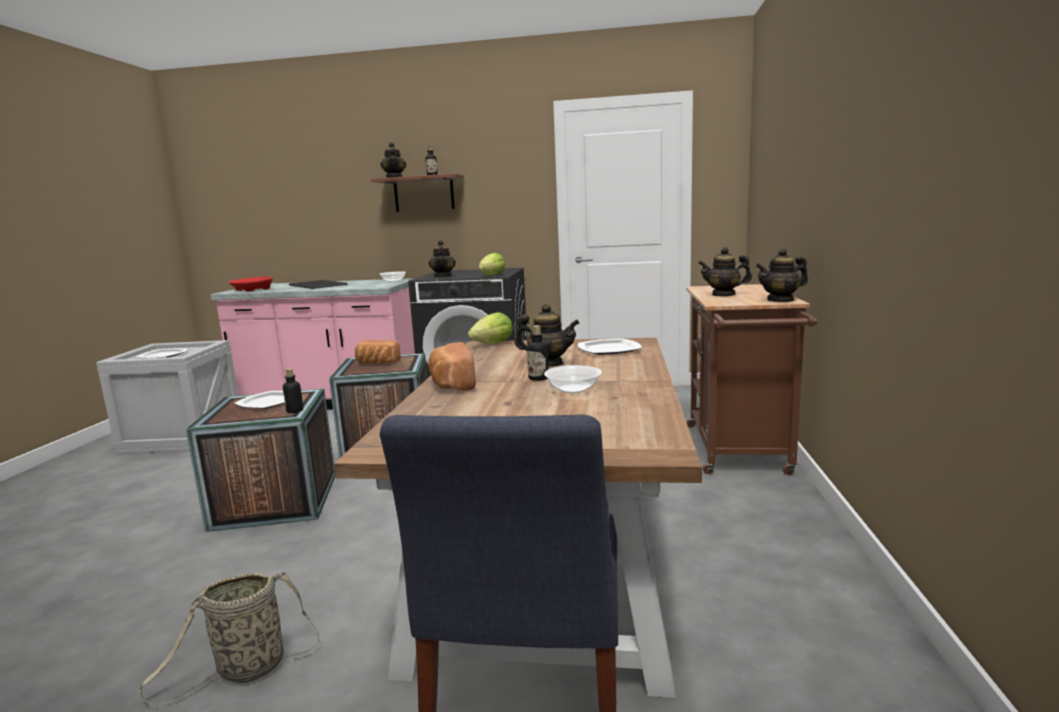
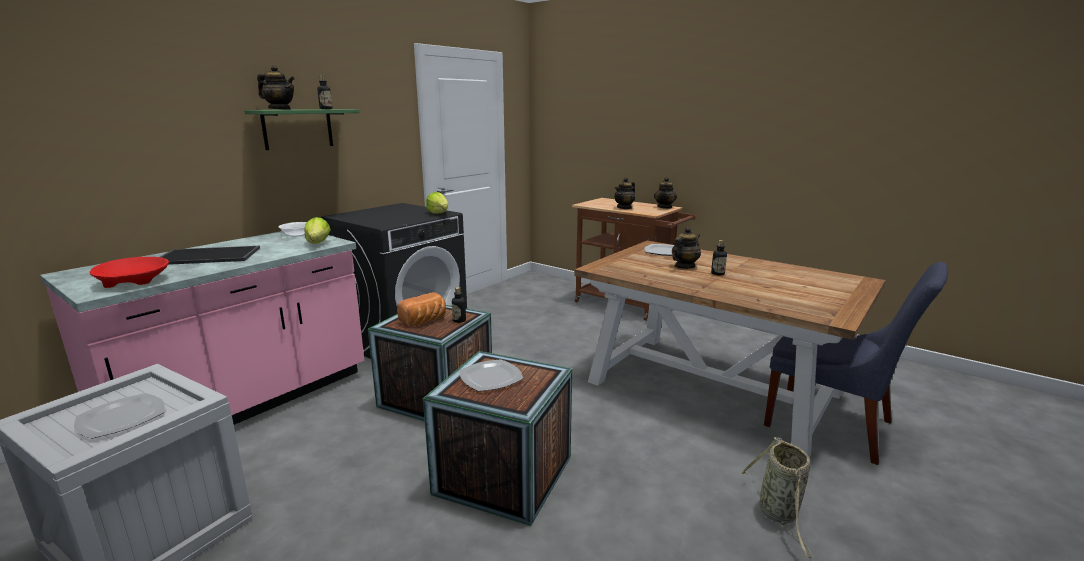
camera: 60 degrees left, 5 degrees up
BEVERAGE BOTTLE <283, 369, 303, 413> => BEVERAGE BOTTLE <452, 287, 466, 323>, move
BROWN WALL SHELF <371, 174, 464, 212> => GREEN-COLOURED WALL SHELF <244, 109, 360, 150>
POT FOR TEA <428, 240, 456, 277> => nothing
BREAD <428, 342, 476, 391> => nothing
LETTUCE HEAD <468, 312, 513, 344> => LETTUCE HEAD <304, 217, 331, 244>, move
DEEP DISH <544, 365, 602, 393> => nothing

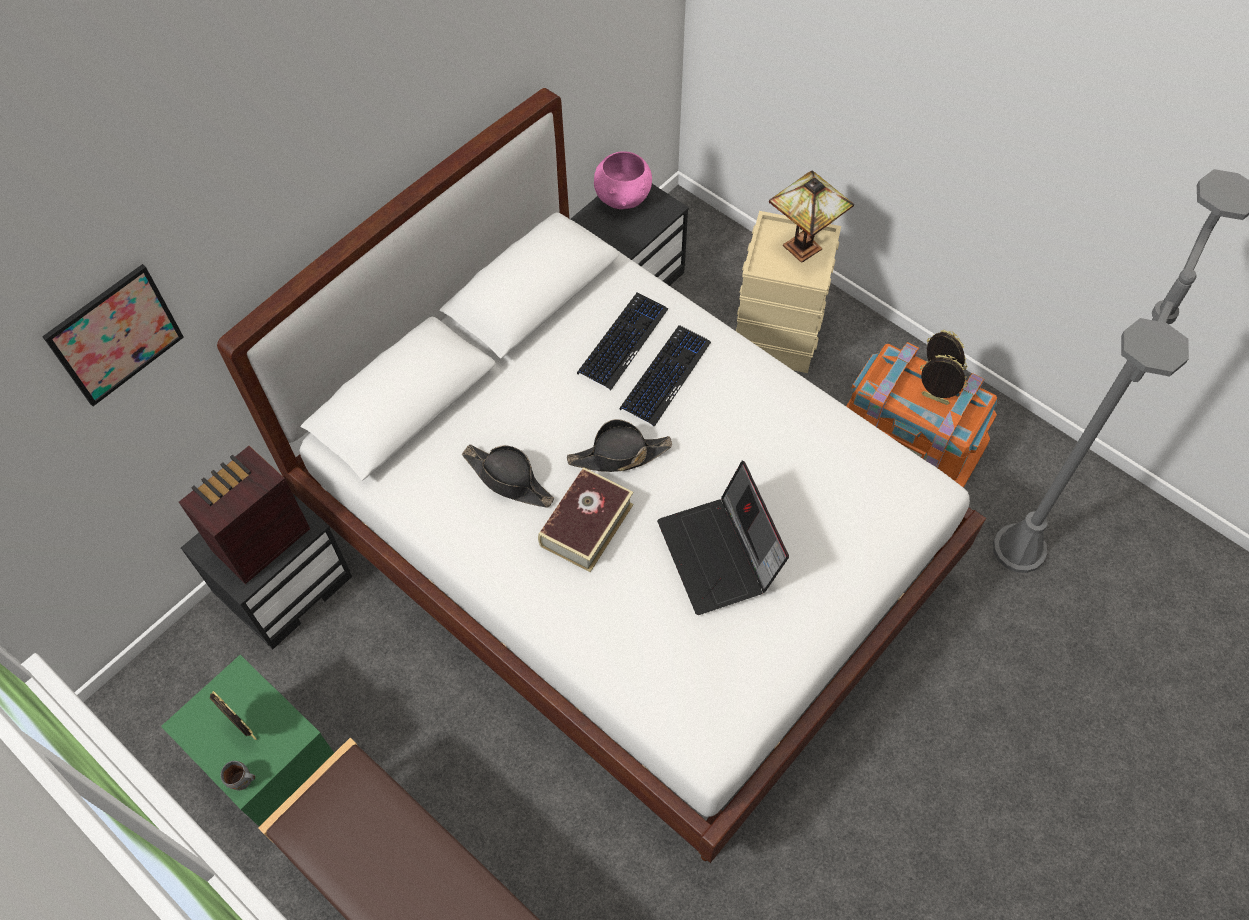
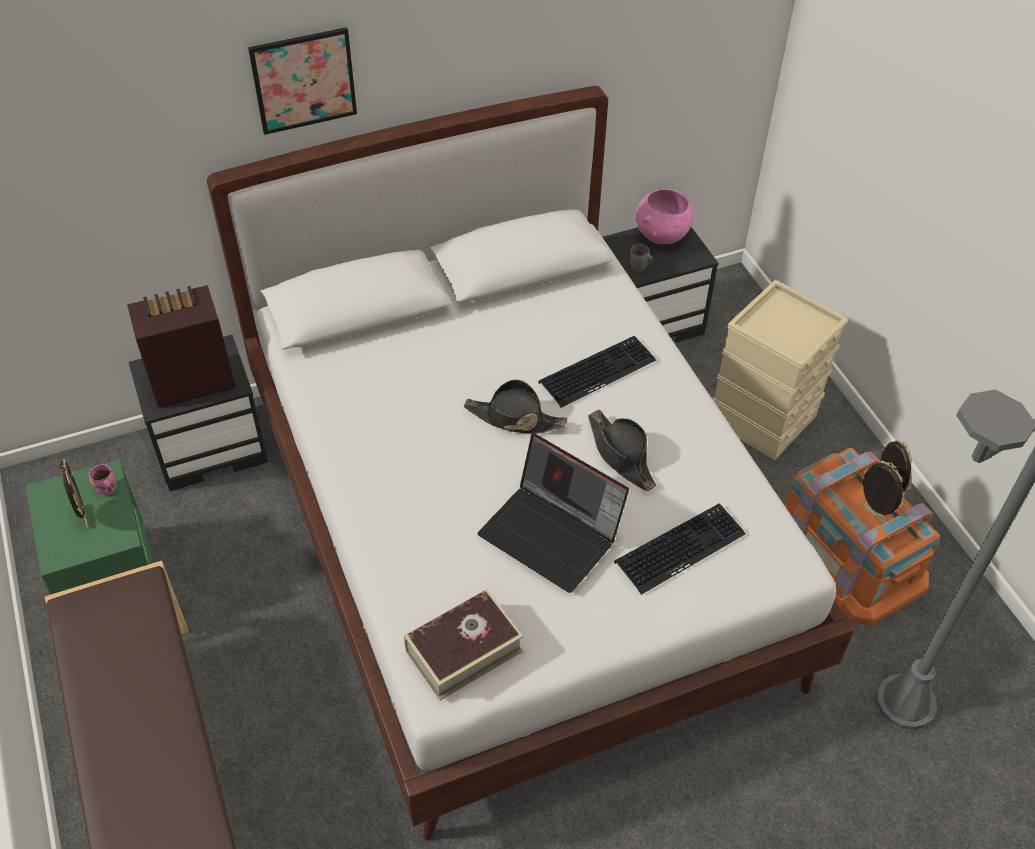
camera: 25 degrees right, 10 degrees down
WALL PICTURE <42, 264, 184, 406> => WALL PICTURE <248, 27, 357, 135>, move
GRAY COFFEE MUG <220, 761, 255, 790> => GRAY COFFEE MUG <630, 244, 653, 271>, move
BLACKISH CLOTHING HAT <462, 444, 554, 508> => BLACKISH CLOTHING HAT <588, 409, 656, 491>, move
BOUND BOOK <538, 467, 633, 572> => BOUND BOOK <404, 589, 523, 701>, move
COMPUTER KEYBOARD <577, 292, 668, 390> => COMPUTER KEYBOARD <614, 503, 745, 595>, move
LAPTOP <657, 461, 789, 615> => LAPTOP <478, 433, 629, 593>, 60 degrees counterclockwise
TABLETOP LAMP <769, 171, 854, 263> => nothing
nothing => PINK COFFEE MUG <89, 464, 117, 496>

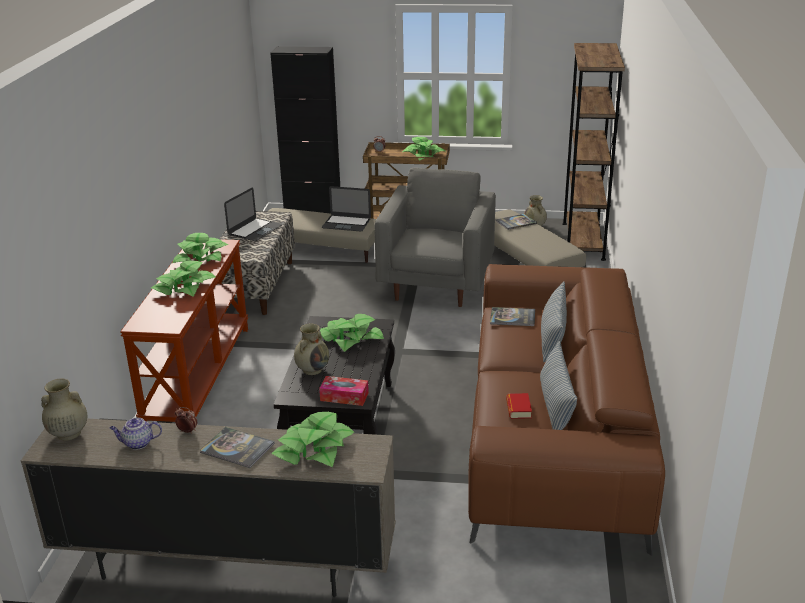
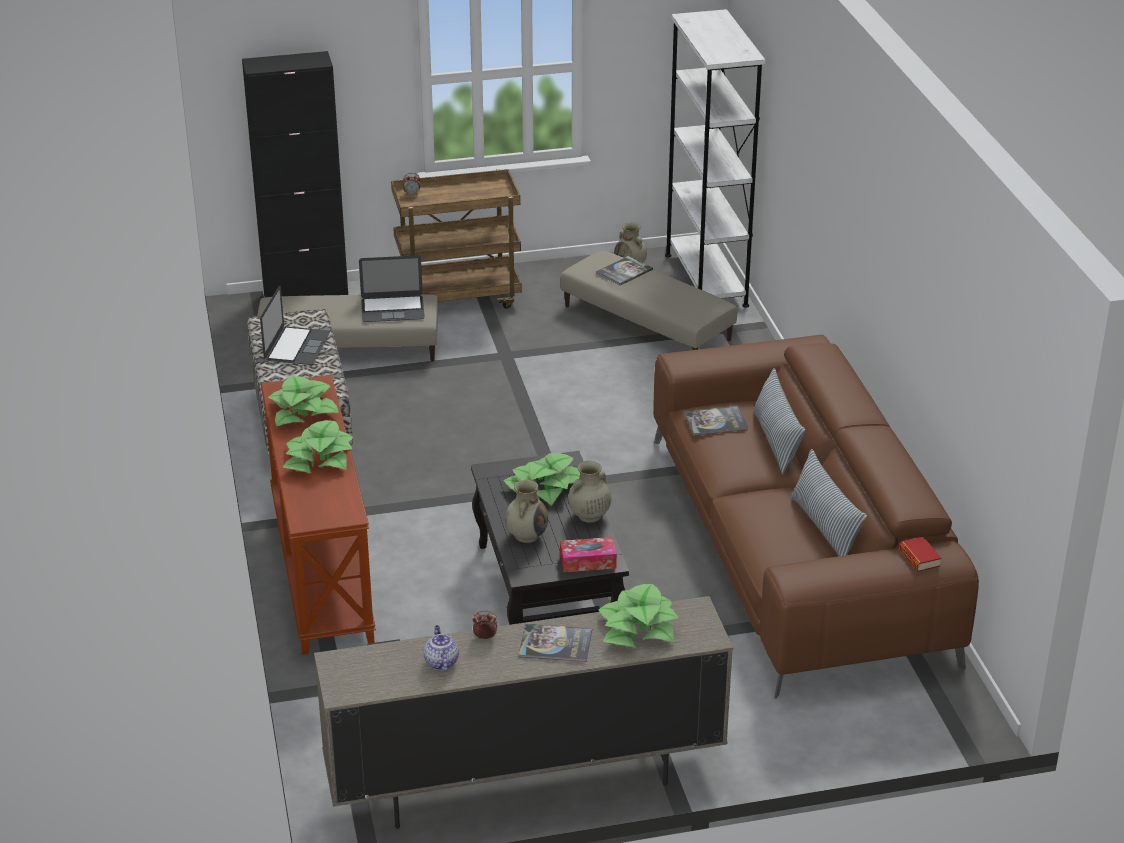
camera: 20 degrees left, 5 degrees up
SAND-COLOURED DECORATIVE VASE <41, 379, 87, 441> => SAND-COLOURED DECORATIVE VASE <568, 461, 611, 523>, move
POT FOR TEA <110, 418, 162, 450> => POT FOR TEA <424, 625, 459, 672>, 105 degrees clockwise
GRAY EASY CHAIR <374, 168, 496, 307> => nothing
POTTED PLANT <403, 137, 445, 160> => nothing
BOUND BOOK <506, 393, 532, 419> => BOUND BOOK <899, 537, 941, 571>, move
BROWN SHELVING UNIT <562, 43, 625, 261> => WHITISH SHELVING UNIT <665, 9, 765, 308>

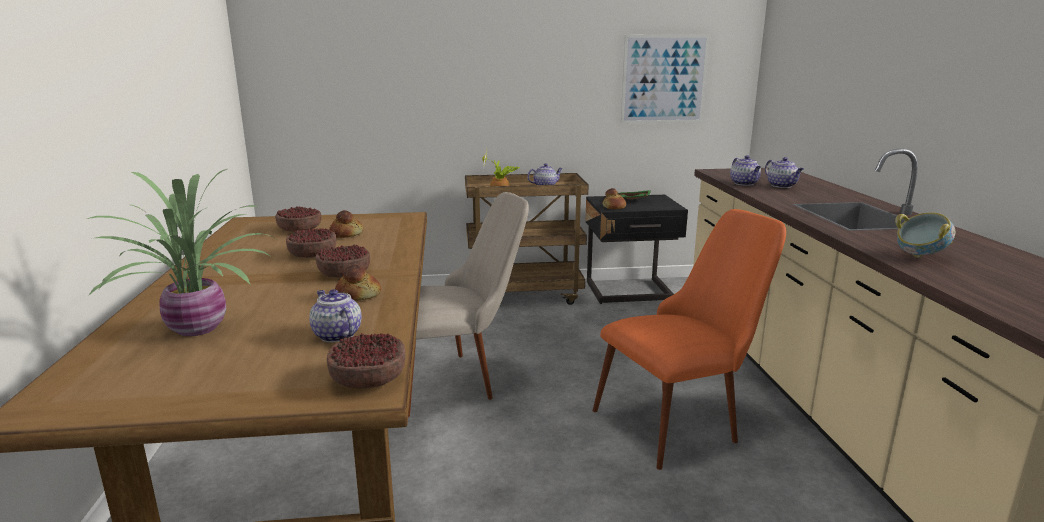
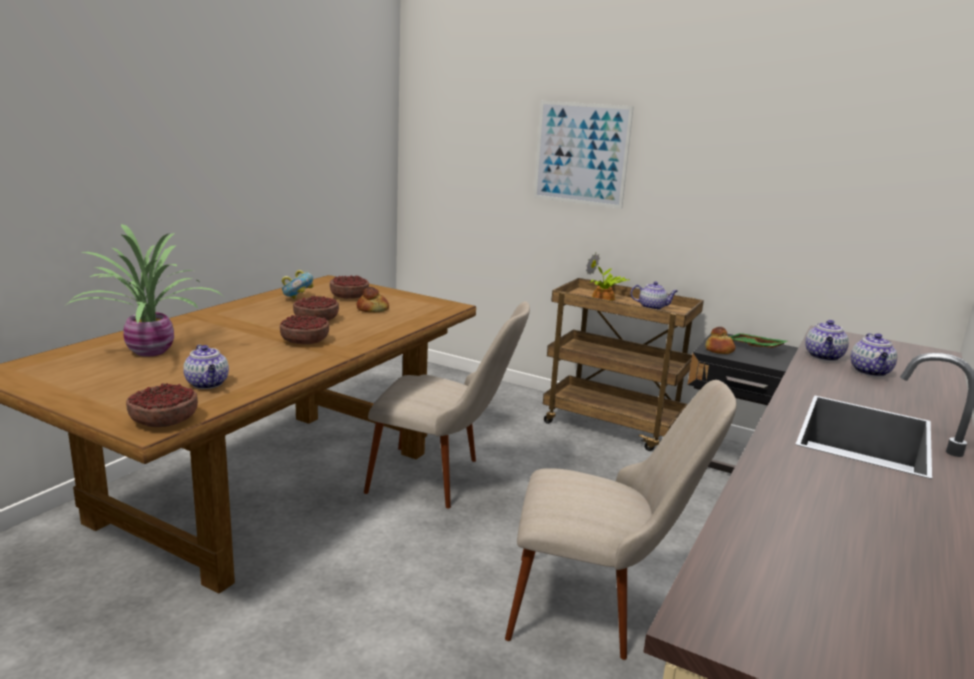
camera: 35 degrees right, 0 degrees up
POT FOR TEA <309, 289, 362, 342> => POT FOR TEA <183, 344, 229, 389>, 150 degrees clockwise
BREAD <335, 264, 381, 301> => nothing
ORANGEY UPRIGHT CHAIR <593, 209, 786, 470> => SAND-COLOURED UPRIGHT CHAIR <505, 380, 737, 660>
WALL PICTURE <621, 35, 709, 123> => WALL PICTURE <534, 101, 634, 209>, move
DEEP DISH <895, 212, 955, 258> => DEEP DISH <281, 270, 314, 299>, move

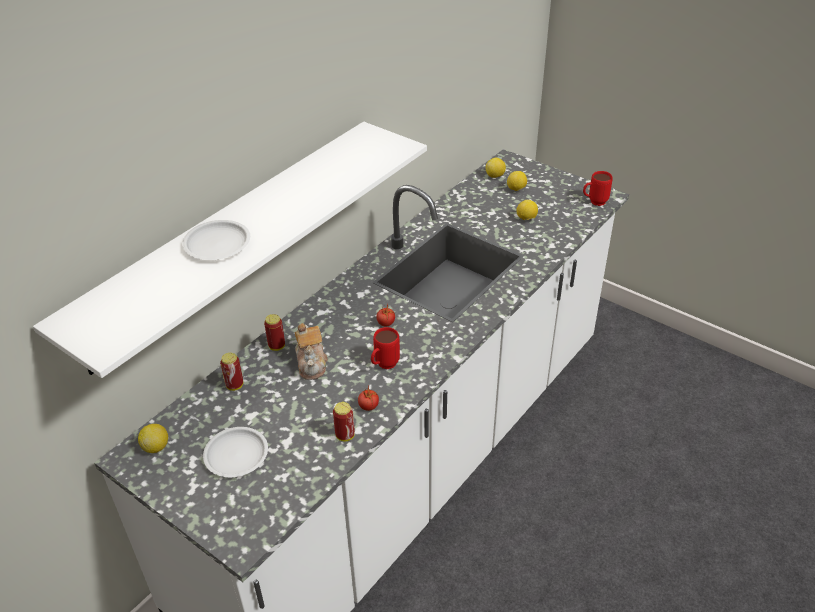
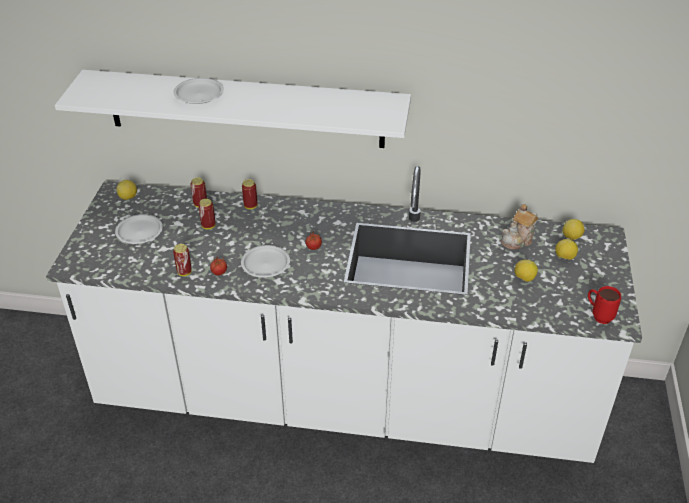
camera: 60 degrees right, 0 degrees up
POT FOR TEA <295, 323, 328, 380> => POT FOR TEA <501, 204, 538, 250>, move
RED-COLOURED COFFEE MUG <371, 327, 400, 369> => WHITISH DINNER PLATE <241, 245, 290, 278>
nothing => METAL CAN <198, 199, 216, 230>

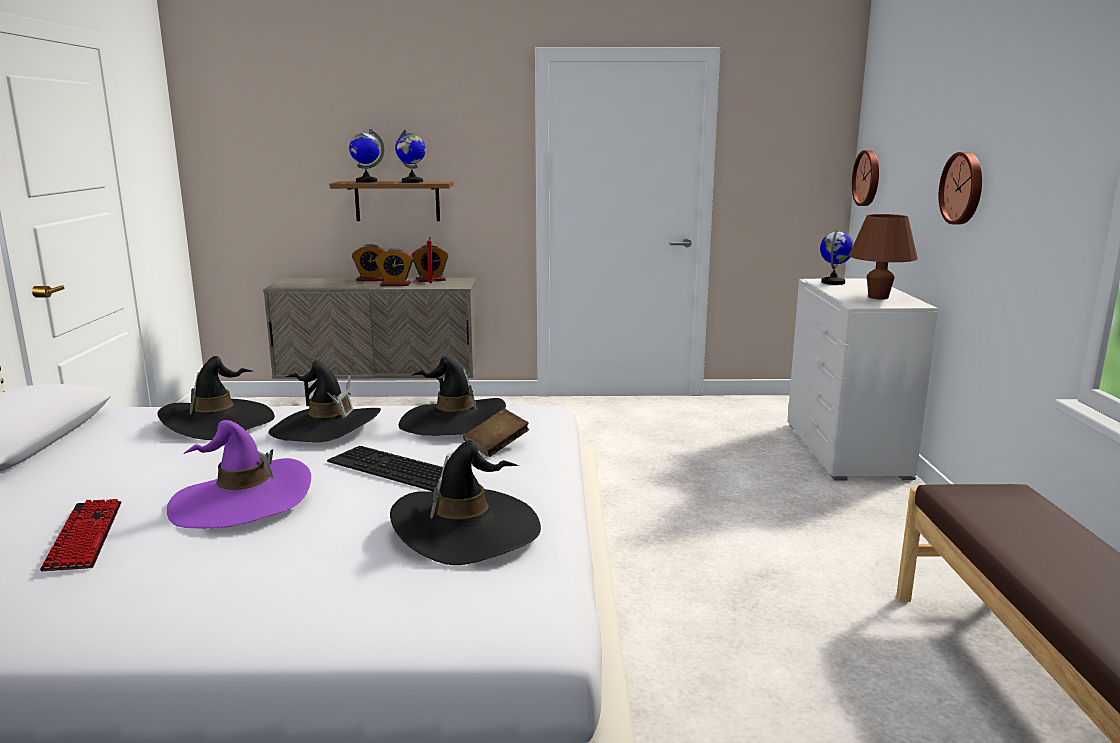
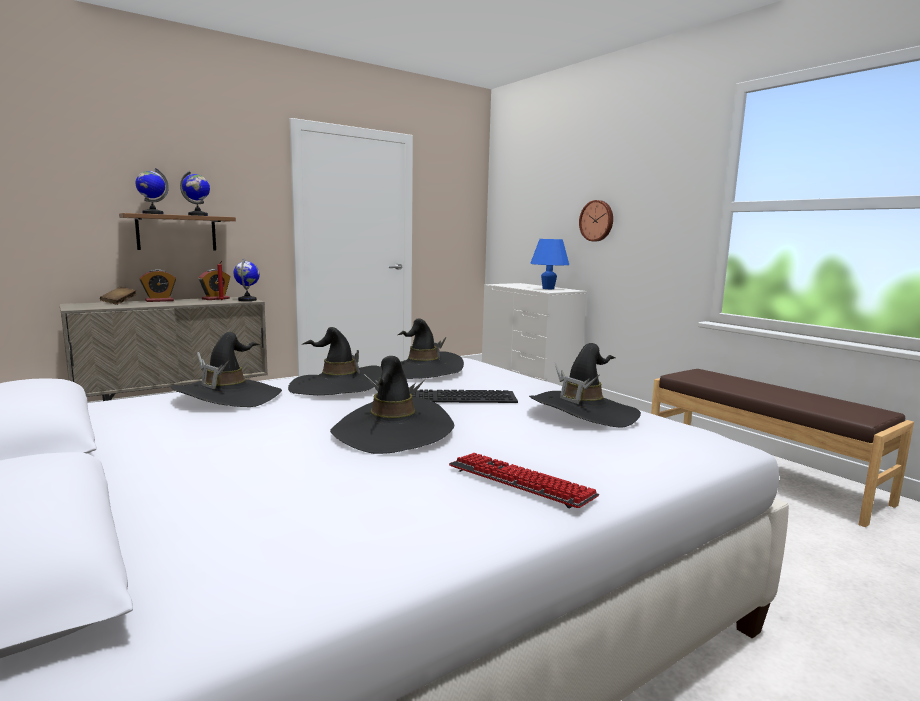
camera: 35 degrees left, 5 degrees down
COMPUTER KEYBOARD <40, 499, 121, 571> => COMPUTER KEYBOARD <449, 453, 599, 509>, move
PURPLE-COLOURED CLOTHING HAT <167, 420, 311, 529> => BLACKISH CLOTHING HAT <330, 356, 454, 454>
TABLE CLOCK <375, 248, 413, 286> => nothing
BROWN BOUND BOOK <463, 409, 529, 457> => BROWN BOUND BOOK <100, 287, 137, 305>, move
GLOBE <820, 228, 854, 285> => GLOBE <234, 258, 260, 301>, move
BROWN TABLETOP LAMP <849, 214, 918, 299> => BLUISH TABLETOP LAMP <530, 239, 569, 289>
HANGING CLOCK <852, 150, 879, 206> => nothing

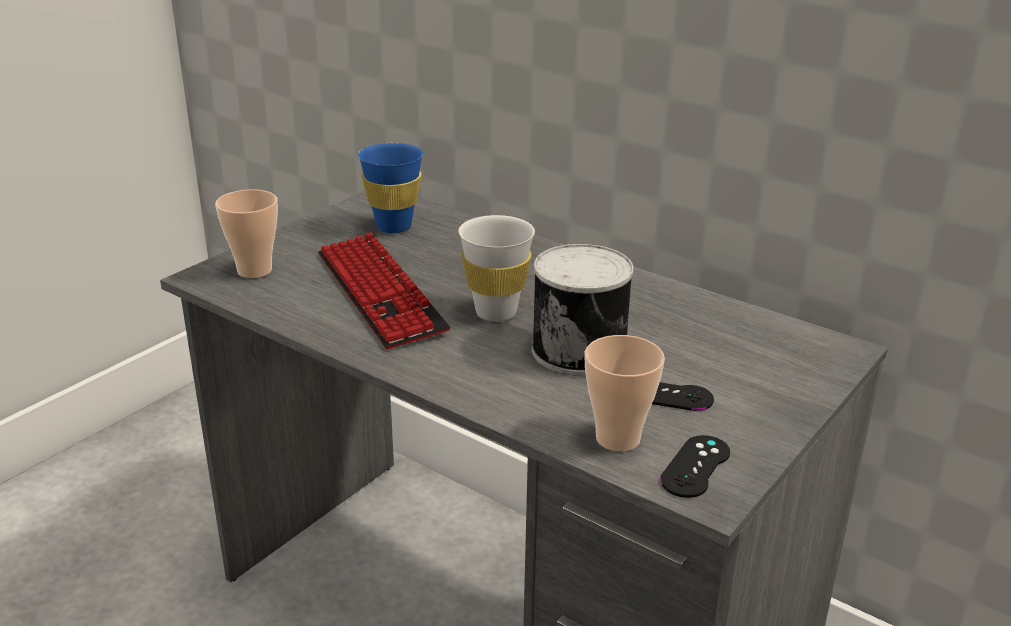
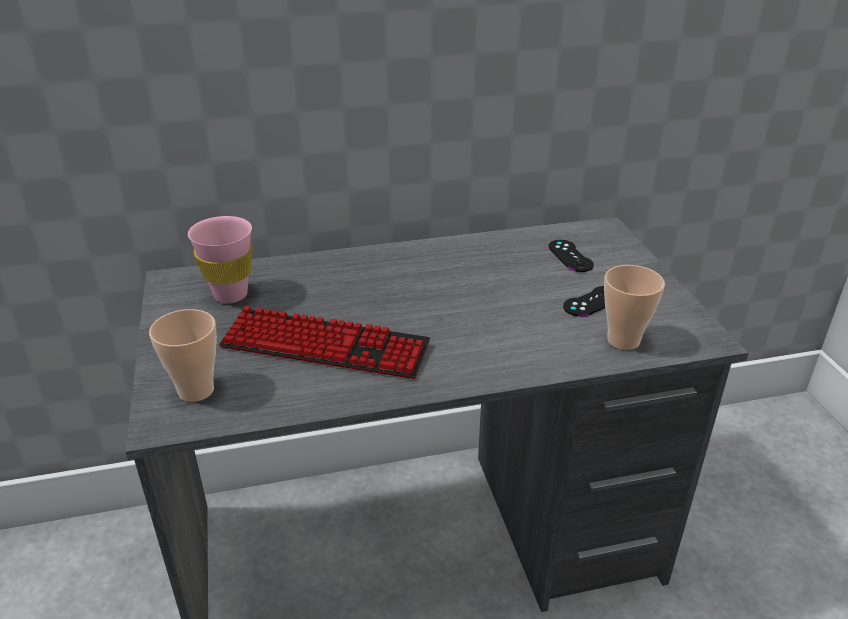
camera: 50 degrees left, 5 degrees up
BLUISH SMALL CUP <358, 143, 423, 233> => PINK SMALL CUP <188, 216, 253, 303>
WHITISH SMALL CUP <459, 215, 535, 322> => nothing
METAL CAN <532, 244, 634, 376> => nothing
BLACKISH GAME CONTROLLER <660, 435, 730, 498> => BLACKISH GAME CONTROLLER <548, 240, 594, 272>, move

